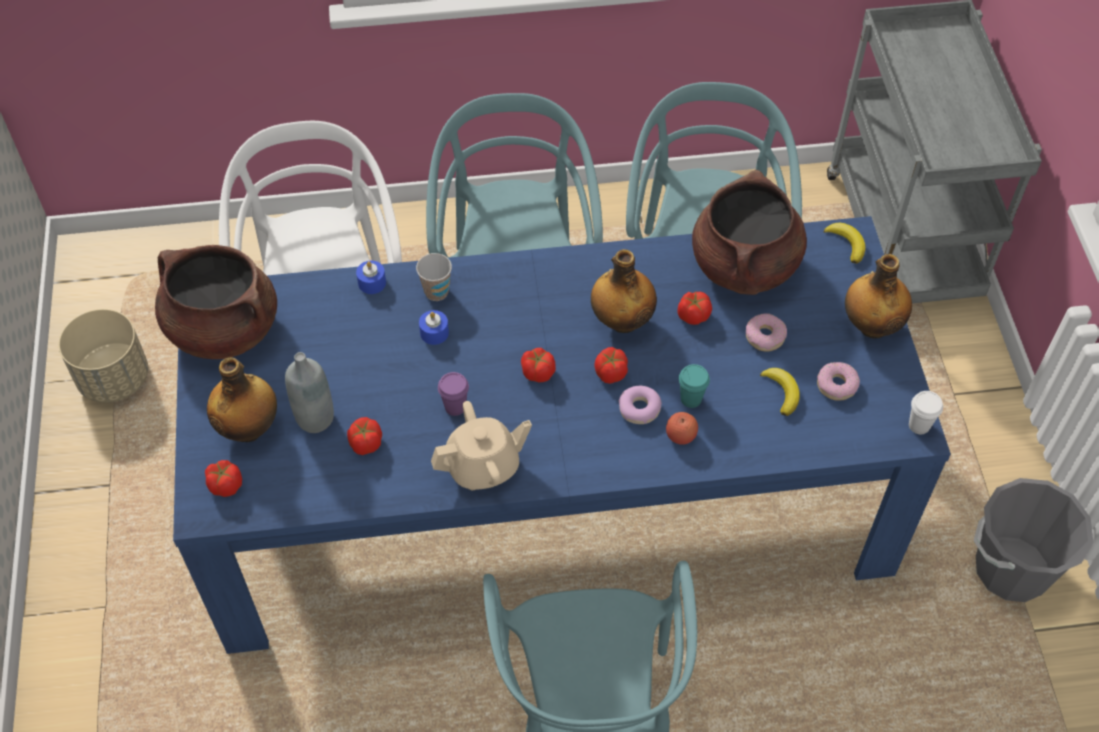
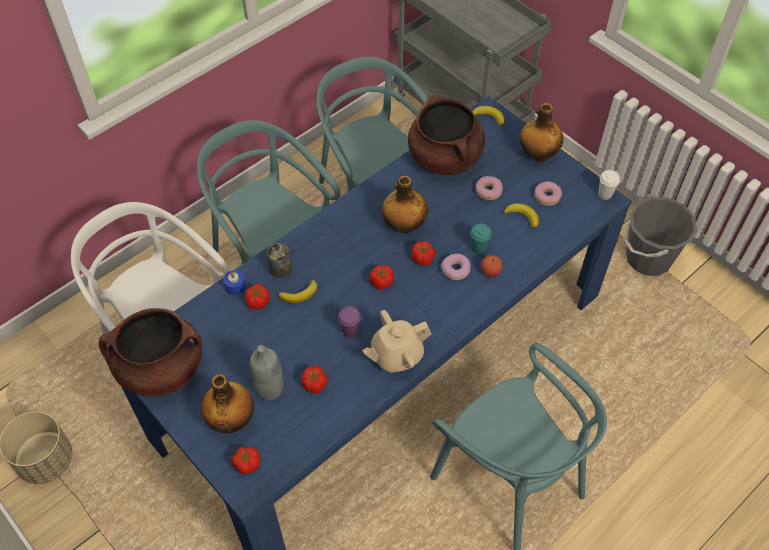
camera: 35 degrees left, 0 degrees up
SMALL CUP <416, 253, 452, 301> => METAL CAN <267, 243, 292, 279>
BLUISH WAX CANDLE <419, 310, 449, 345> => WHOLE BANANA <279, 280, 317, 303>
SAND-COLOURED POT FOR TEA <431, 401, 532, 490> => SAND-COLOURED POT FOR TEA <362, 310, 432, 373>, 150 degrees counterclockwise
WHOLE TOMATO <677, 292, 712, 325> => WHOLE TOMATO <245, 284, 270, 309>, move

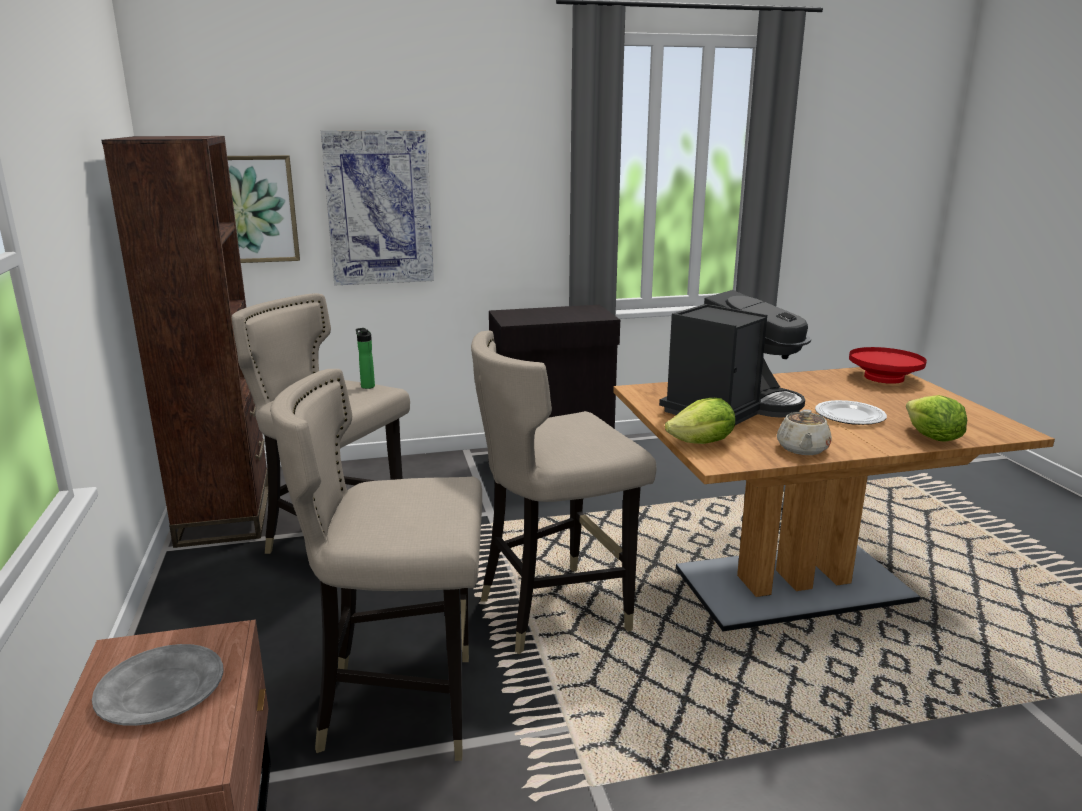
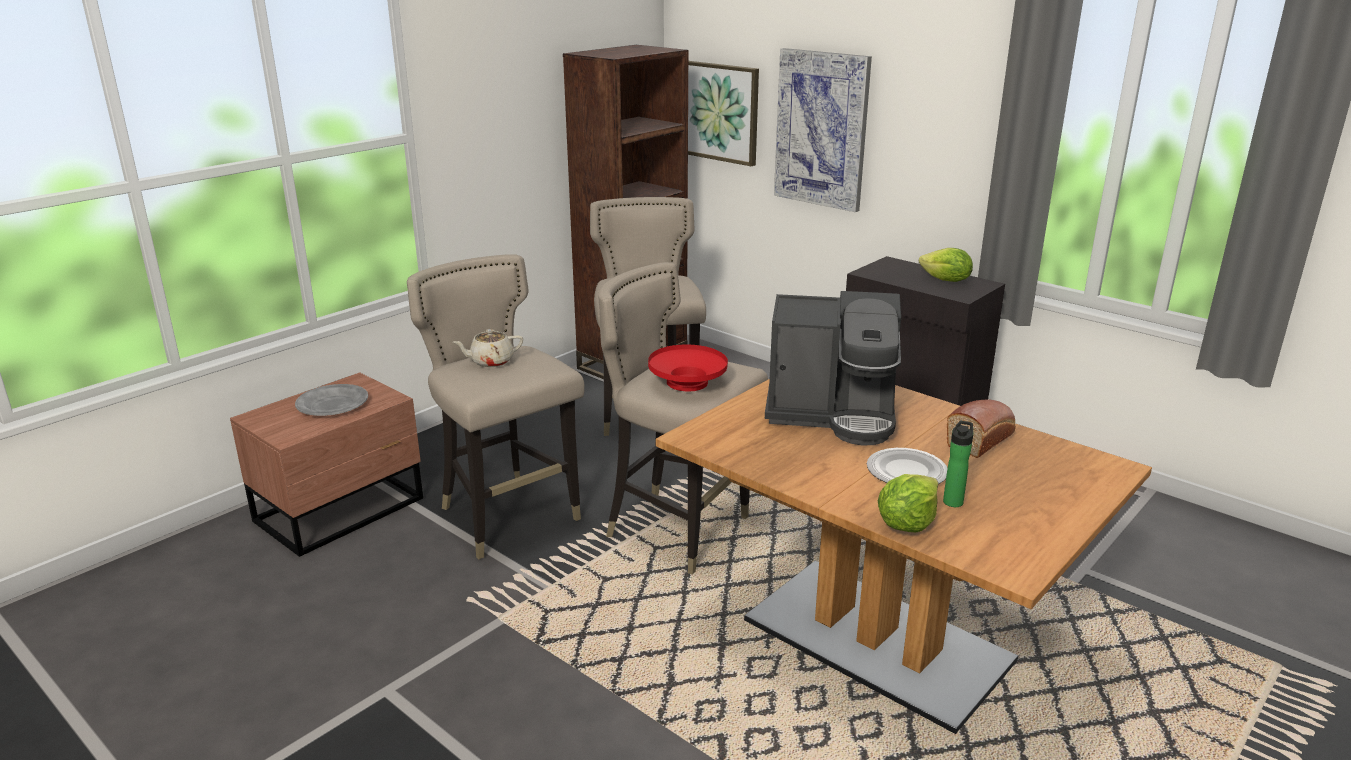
camera: 55 degrees right, 5 degrees up
BEVERAGE BOTTLE <356, 328, 375, 389> => BEVERAGE BOTTLE <943, 420, 973, 507>, move
LETTUCE HEAD <665, 398, 735, 444> => LETTUCE HEAD <919, 248, 973, 282>, move
SAND-COLOURED POT FOR TEA <777, 409, 831, 455> => SAND-COLOURED POT FOR TEA <453, 329, 523, 367>, move
RED-COLOURED DEEP DISH <849, 347, 927, 384> => RED-COLOURED DEEP DISH <648, 345, 728, 392>, move
nothing => BREAD <947, 399, 1016, 458>

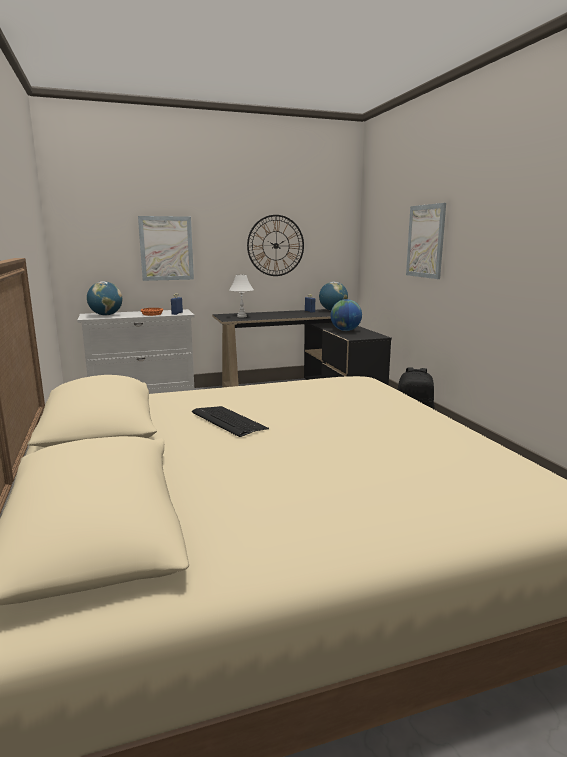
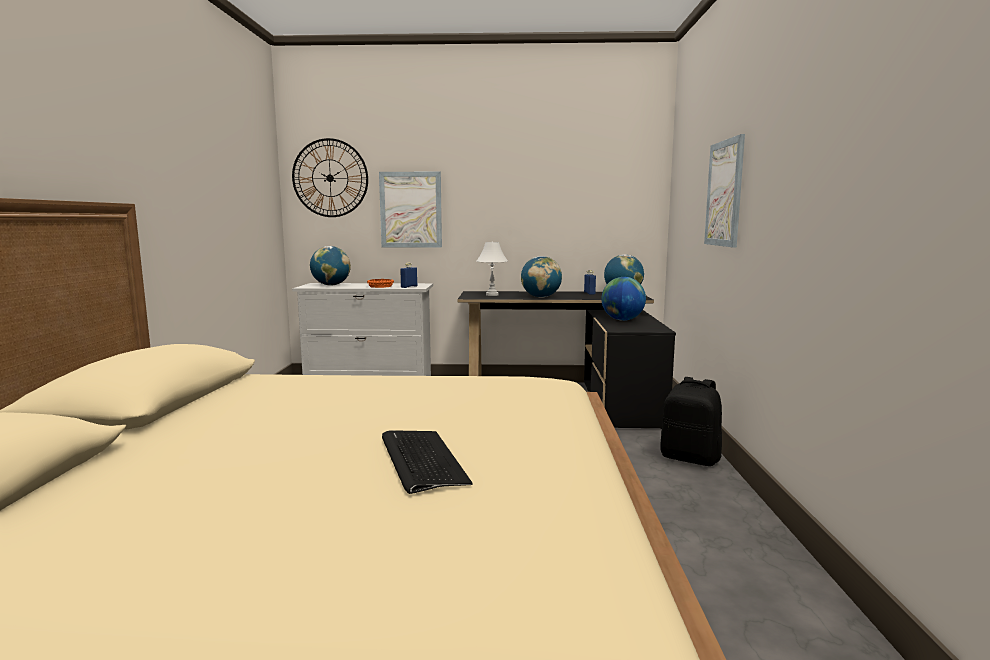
camera: 20 degrees right, 5 degrees down
COMPUTER KEYBOARD <192, 406, 269, 437> => COMPUTER KEYBOARD <382, 430, 473, 494>, move
HANGING CLOCK <247, 215, 304, 276> => HANGING CLOCK <292, 138, 368, 217>, move
nothing => GLOBE <521, 256, 562, 298>

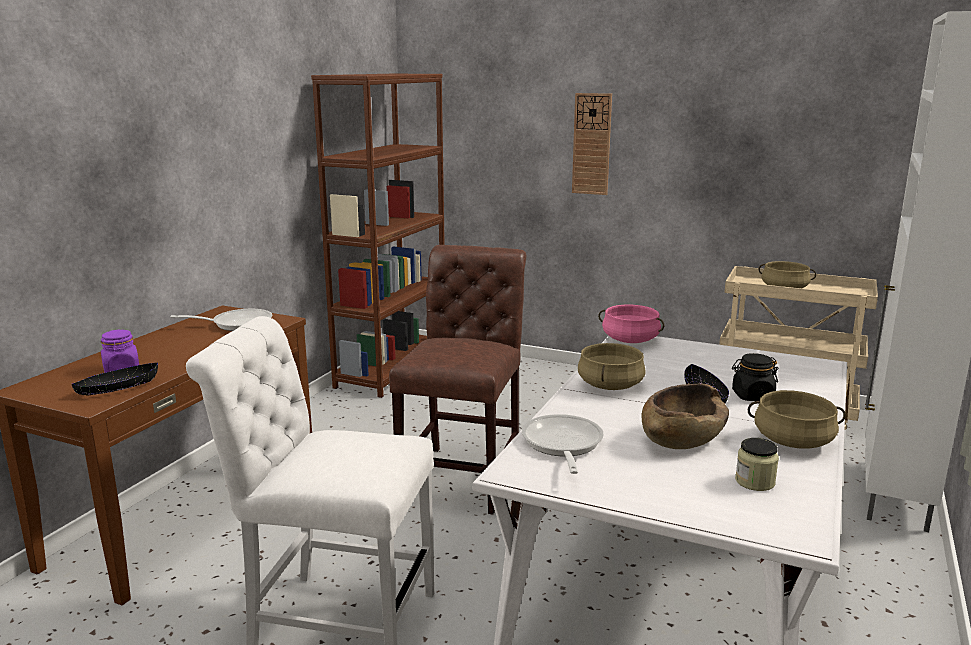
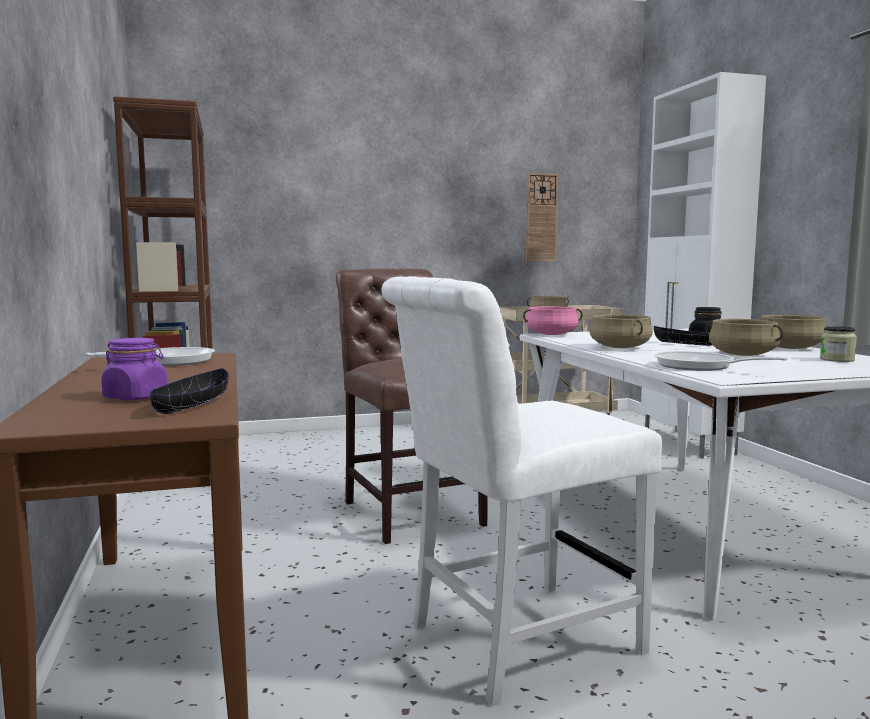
camera: 40 degrees left, 10 degrees down
HANGING CLOCK <572, 93, 612, 195> => HANGING CLOCK <526, 173, 558, 261>, move
BROWN DEEP DISH <641, 383, 729, 449> => SAND-COLOURED COOKING POT <705, 319, 783, 356>

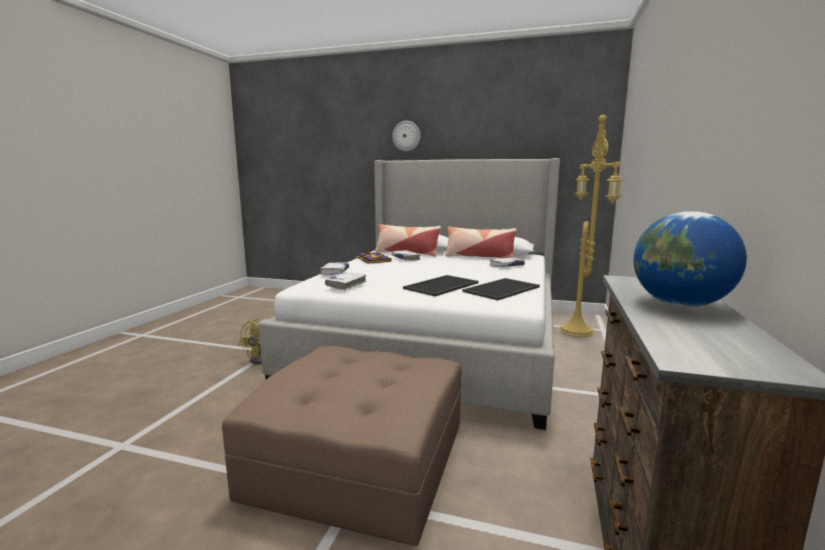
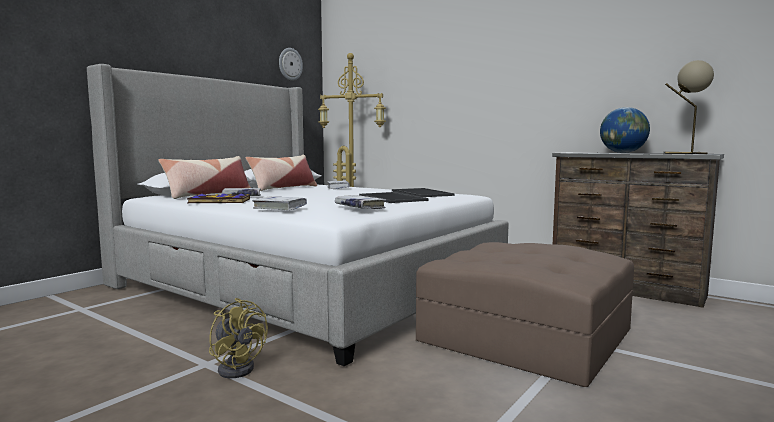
camera: 70 degrees left, 5 degrees down
HANGING CLOCK <392, 121, 420, 151> => HANGING CLOCK <279, 48, 303, 81>, move
nothing => SAND-COLOURED TABLETOP LAMP <663, 60, 714, 154>

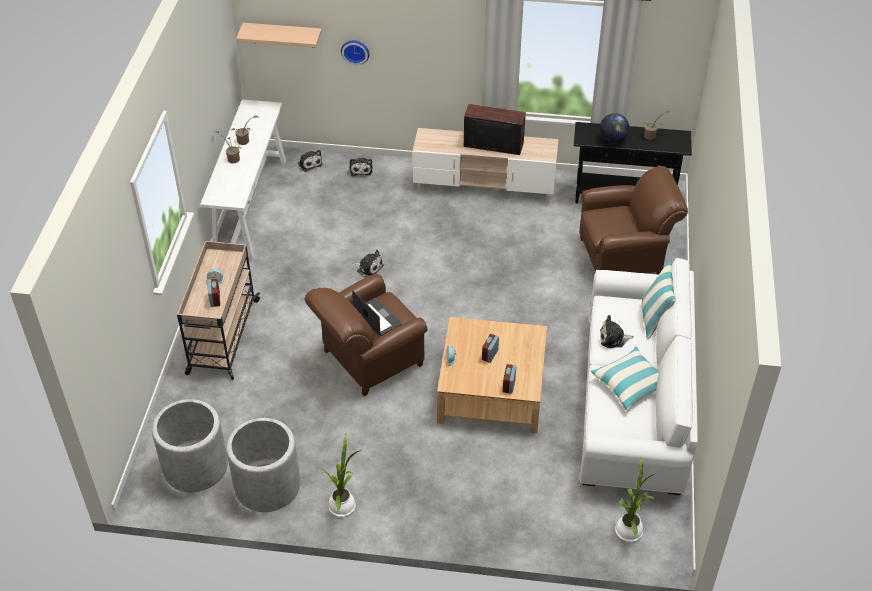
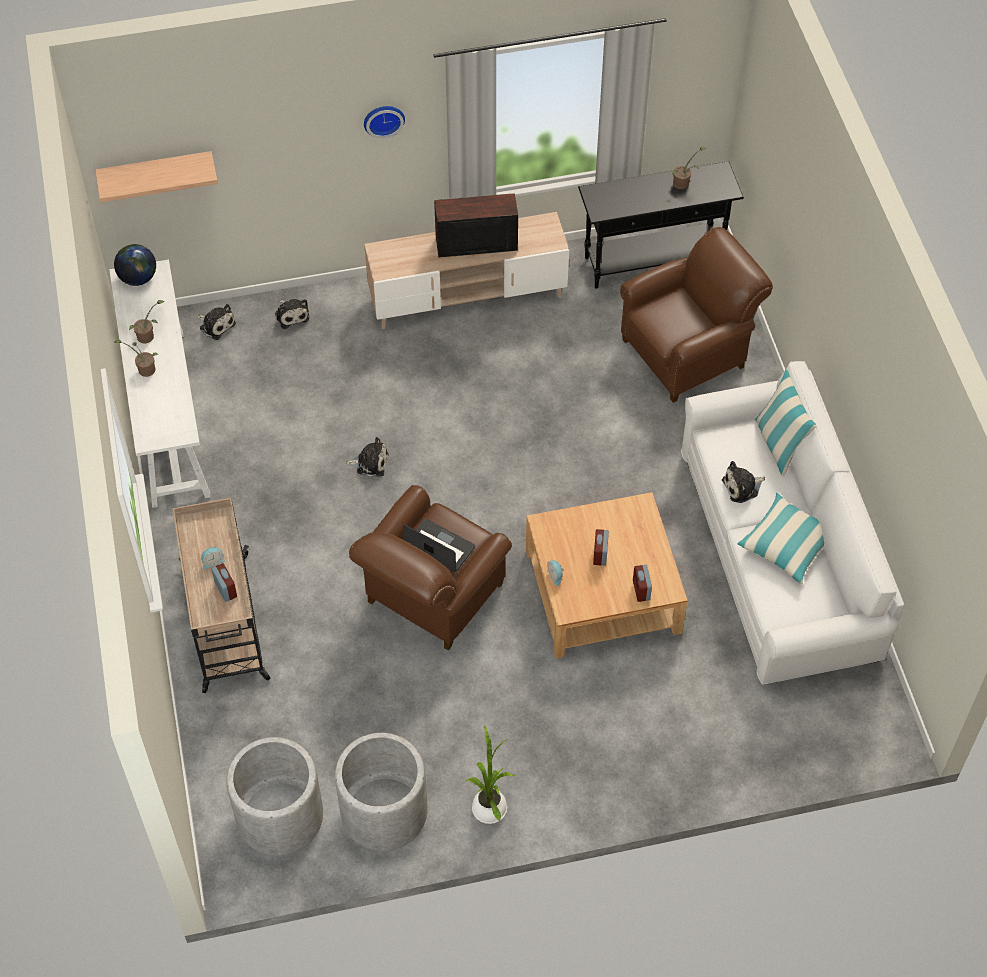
camera: 20 degrees left, 10 degrees up
HANGING CLOCK <341, 40, 369, 65> => HANGING CLOCK <364, 106, 405, 138>, move
GLOBE <600, 113, 630, 143> => GLOBE <114, 244, 156, 286>, move
POTTED PLANT <615, 457, 657, 542> => nothing

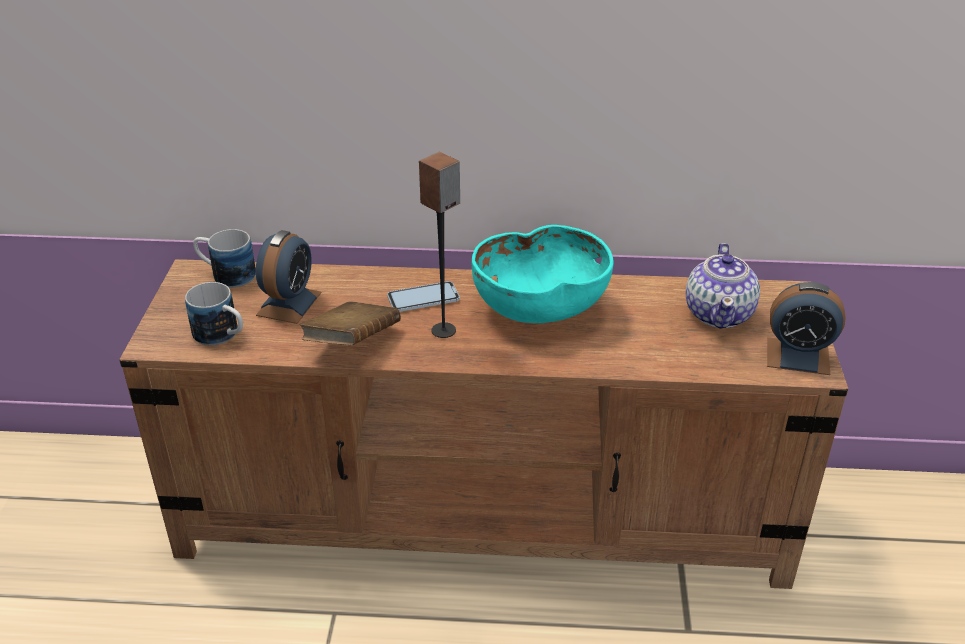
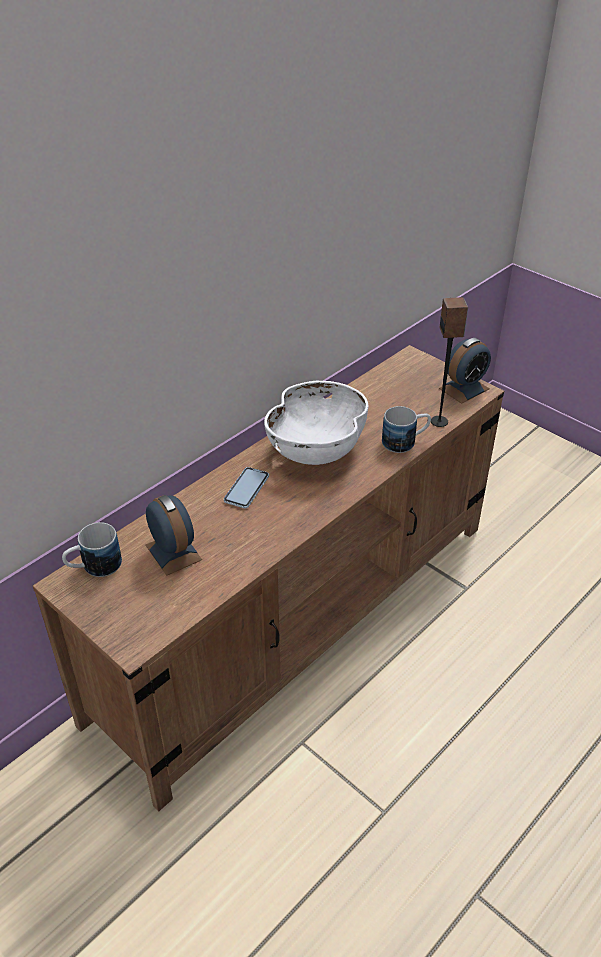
camera: 50 degrees left, 5 degrees up
COFFEE MUG <185, 282, 243, 345> => COFFEE MUG <382, 406, 431, 453>, move
BROWN BOUND BOOK <300, 301, 401, 345> => nothing
SPEAKER <419, 152, 460, 338> => SPEAKER <431, 297, 468, 427>, move
TURQUOISE-COLOURED DEEP DISH <472, 225, 614, 323> => WHITISH DEEP DISH <264, 381, 368, 465>
POT FOR TEA <686, 243, 760, 329> => nothing

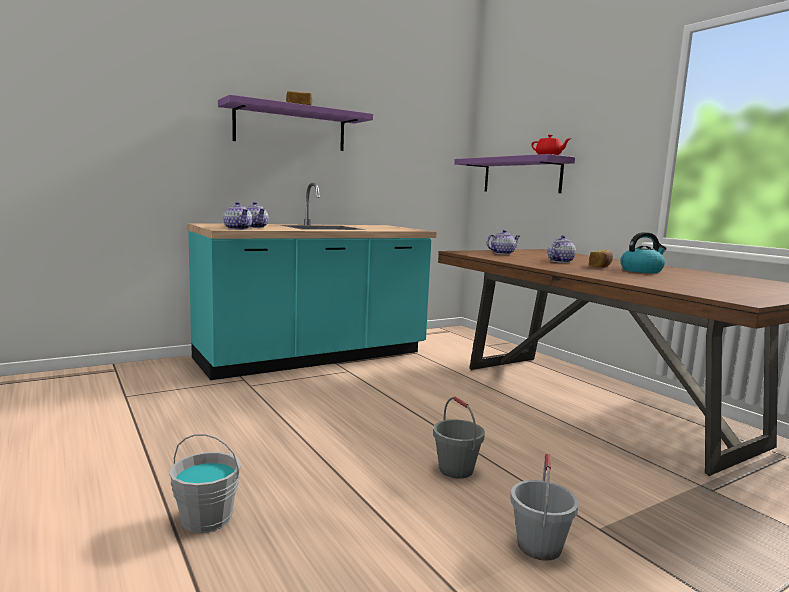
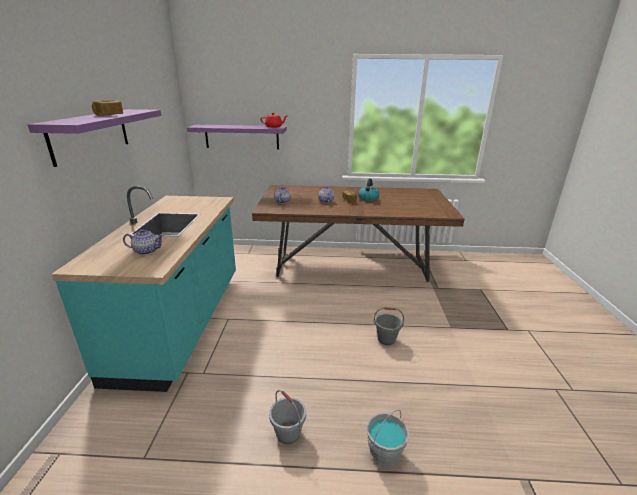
camera: 55 degrees left, 15 degrees up
POT FOR TEA <223, 202, 252, 230> => nothing
GRAY BUCKET <510, 454, 579, 561> => GRAY BUCKET <269, 390, 306, 444>, move

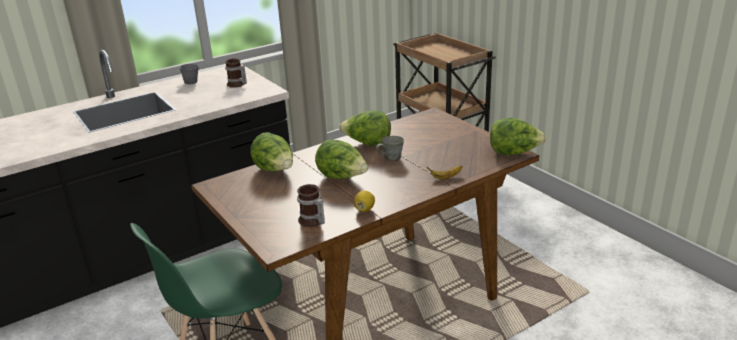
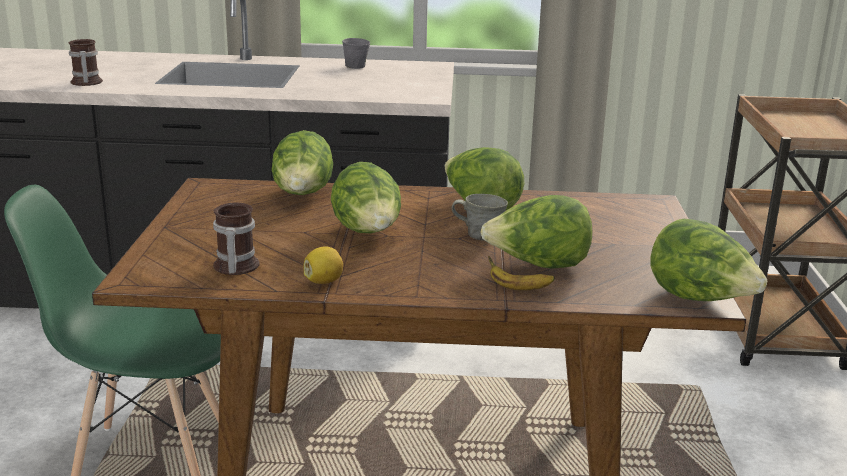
camera: 35 degrees right, 5 degrees down
COFFEE MUG <225, 58, 247, 88> => COFFEE MUG <69, 39, 103, 86>, move
nothing => LETTUCE HEAD <480, 195, 592, 269>

